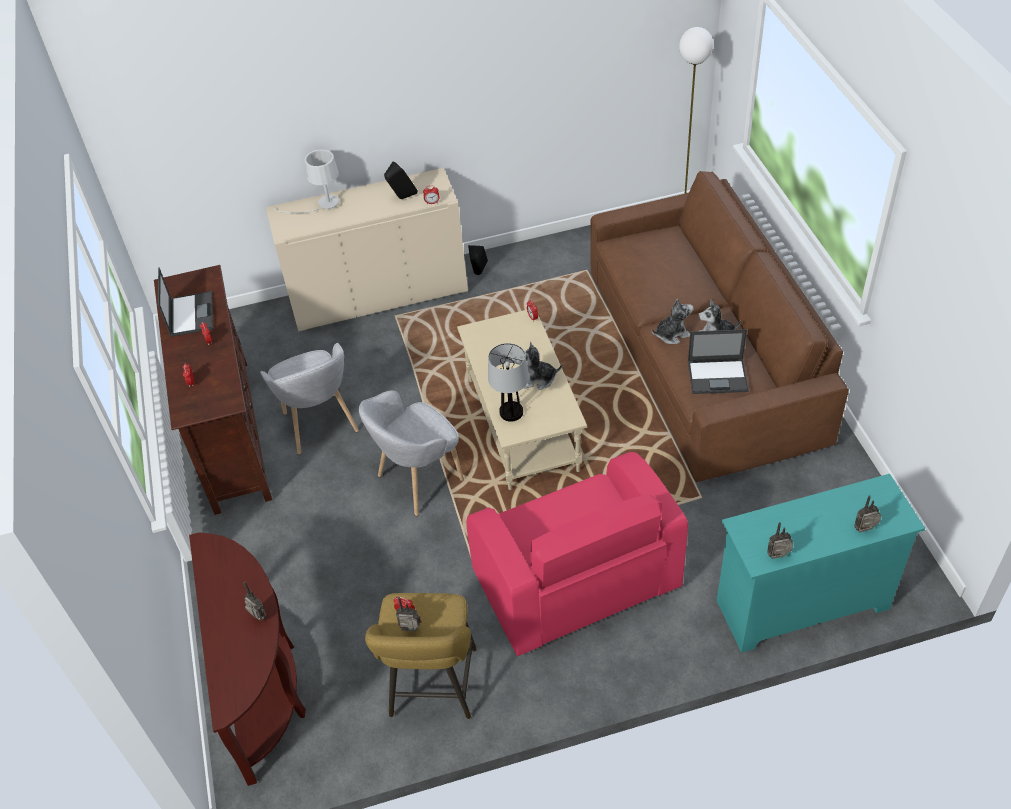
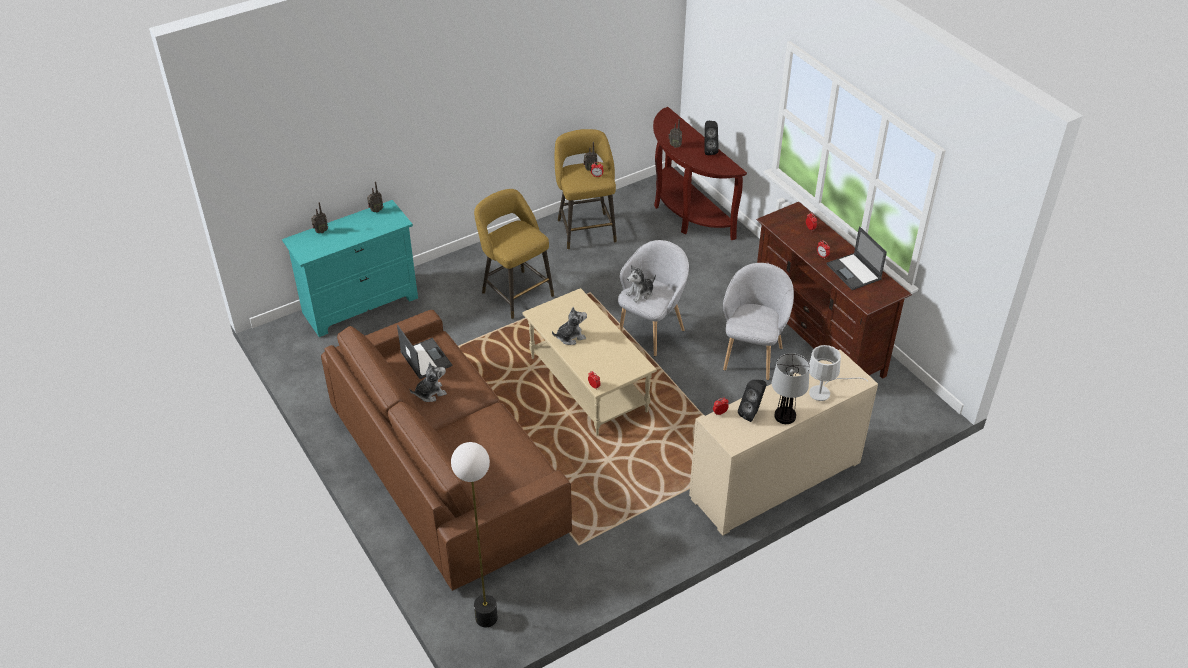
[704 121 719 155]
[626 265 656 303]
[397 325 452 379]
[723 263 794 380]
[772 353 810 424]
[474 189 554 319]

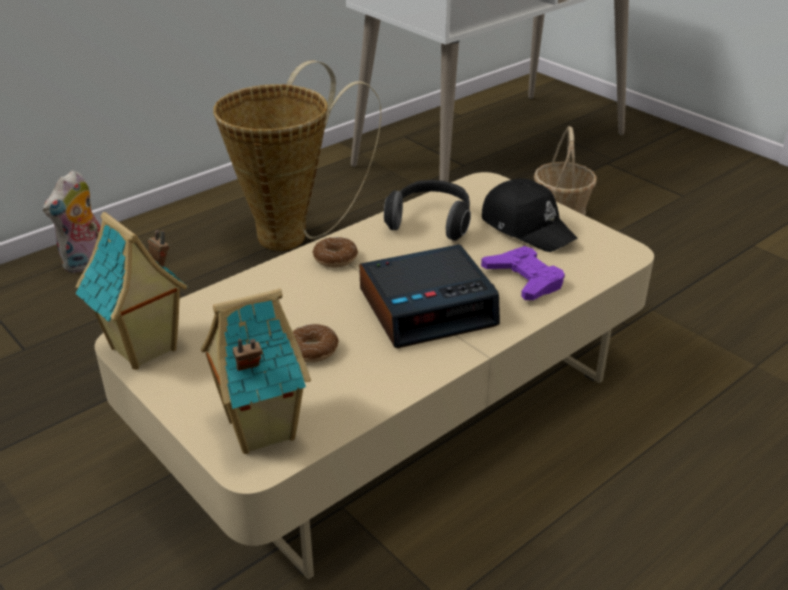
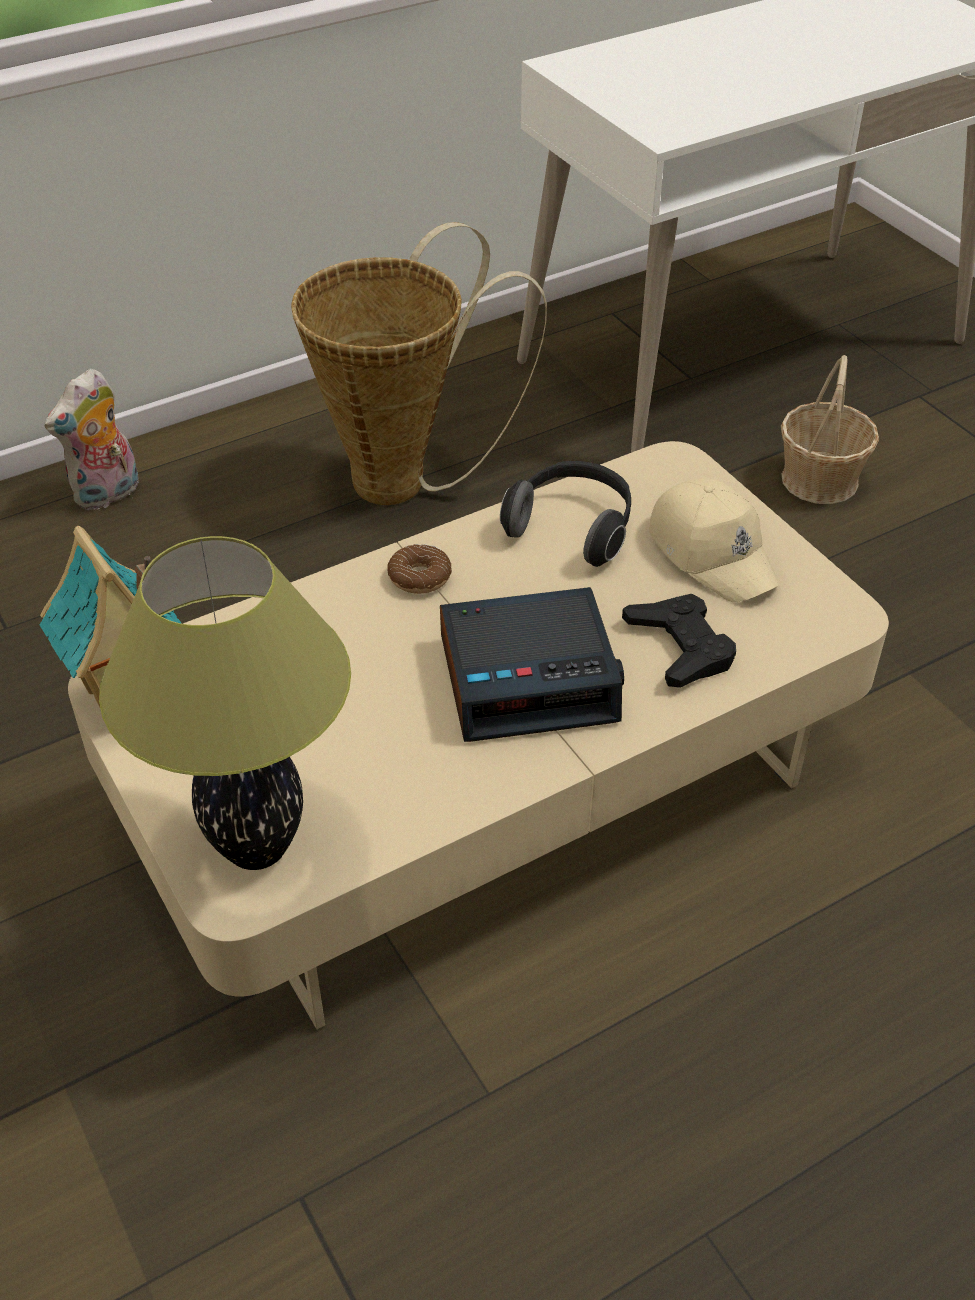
[649 478 779 602]
[622 594 736 688]
[99 536 351 870]
[293 324 339 362] (first image)

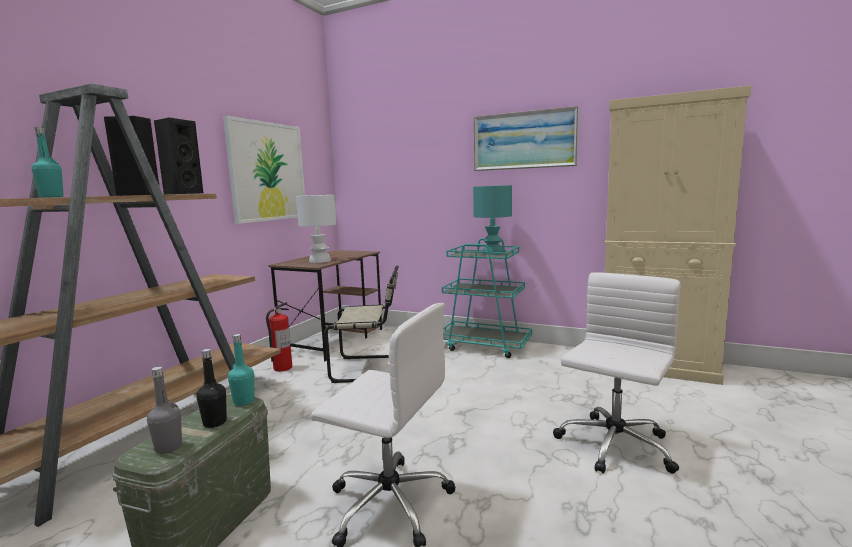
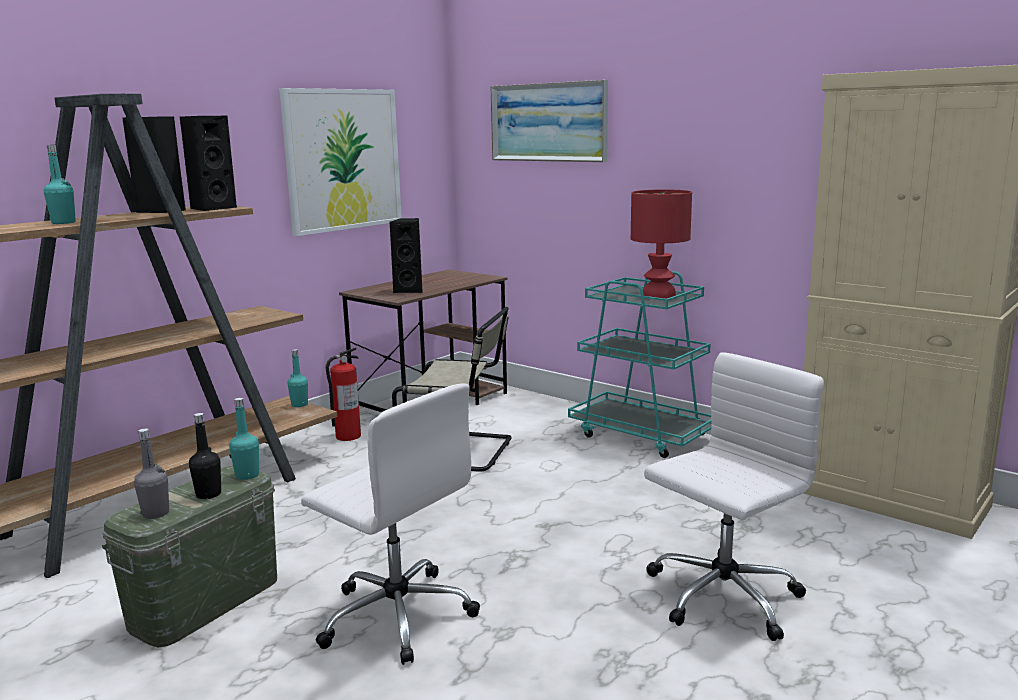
[490 80 608 162]
[631 189 692 299]
[390 218 423 293]
[287 349 308 407]

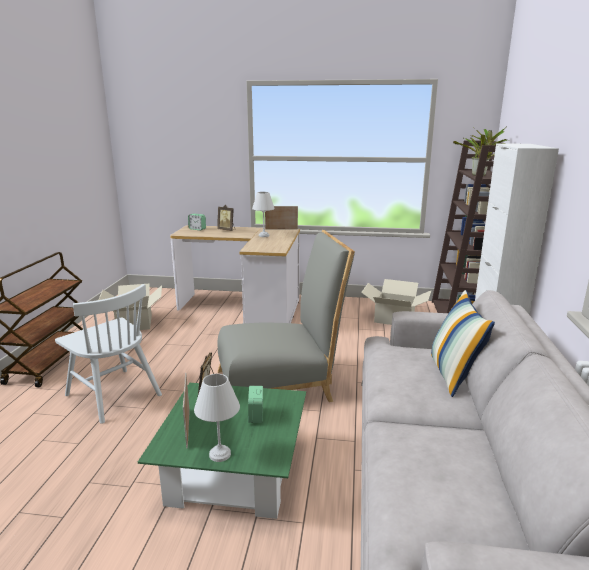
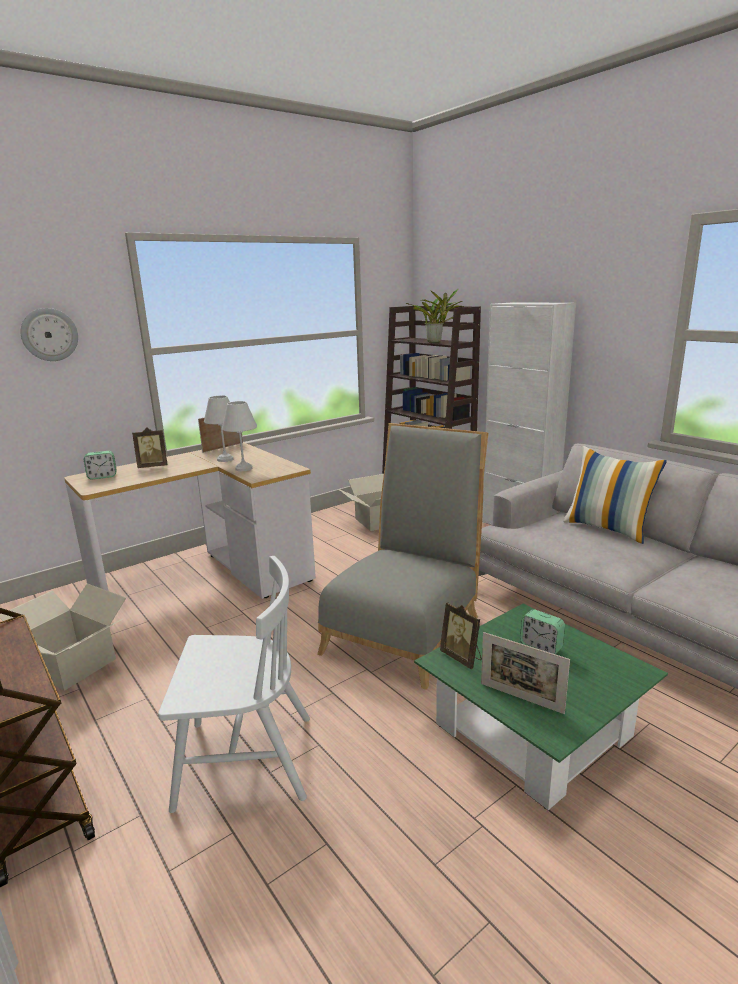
[222 401 257 471]
[20 308 78 361]

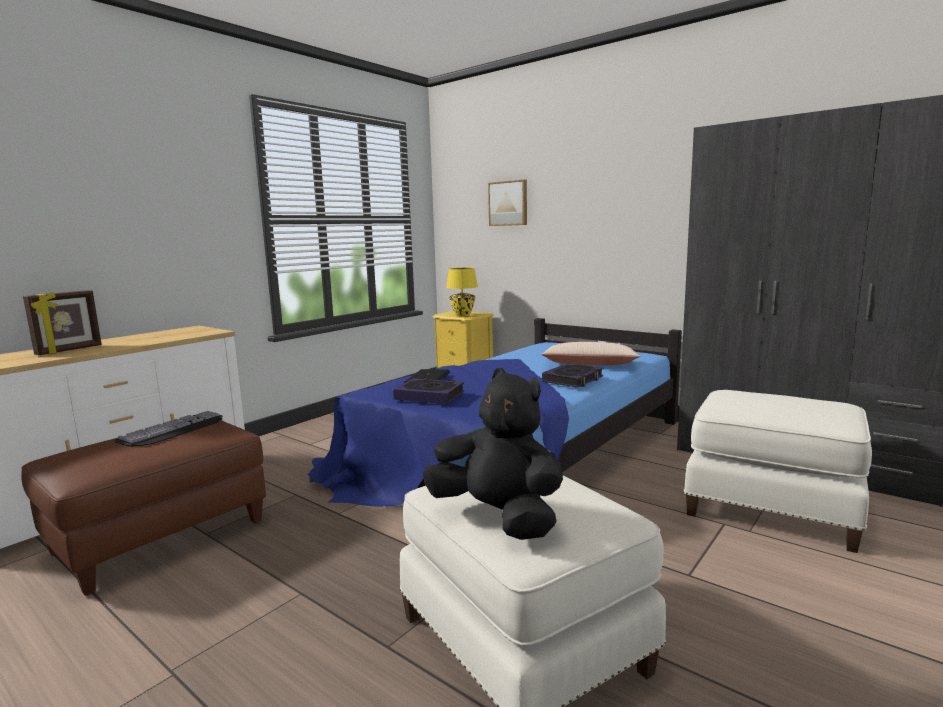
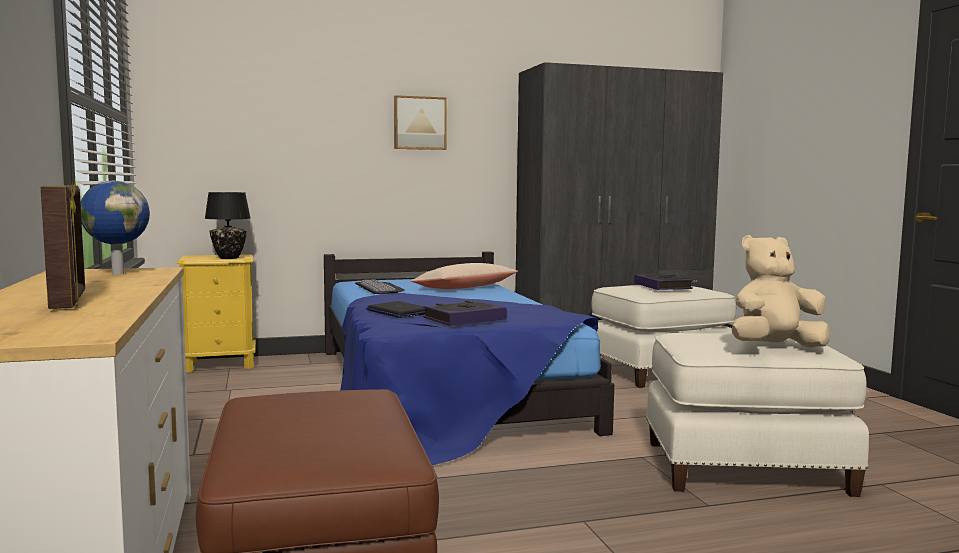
[394 95 447 150]
[205 192 250 259]
[634 274 693 290]
[731 235 830 348]
[355 279 405 294]
[80 181 150 274]

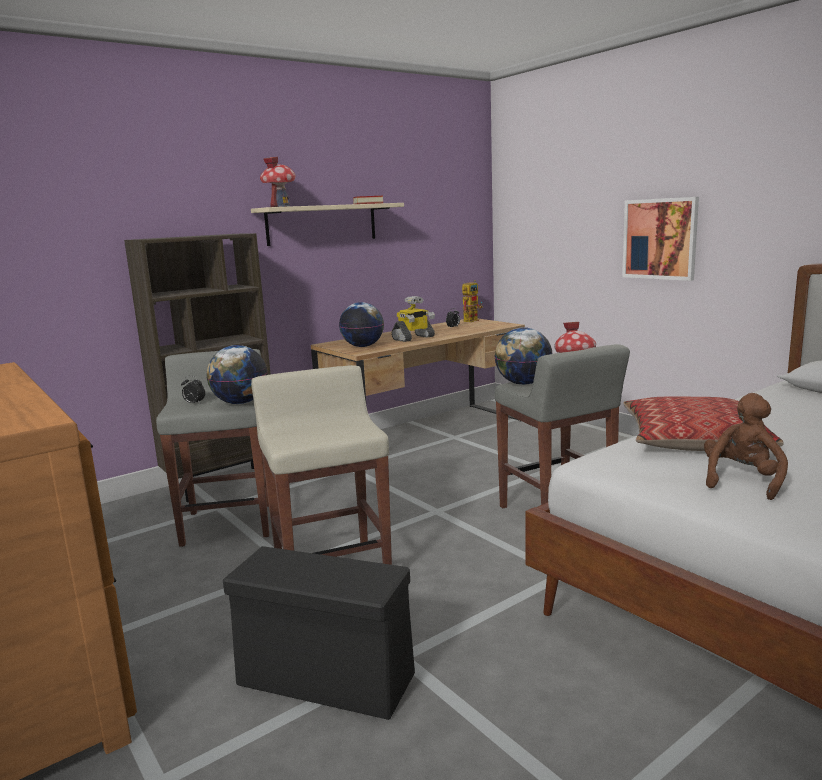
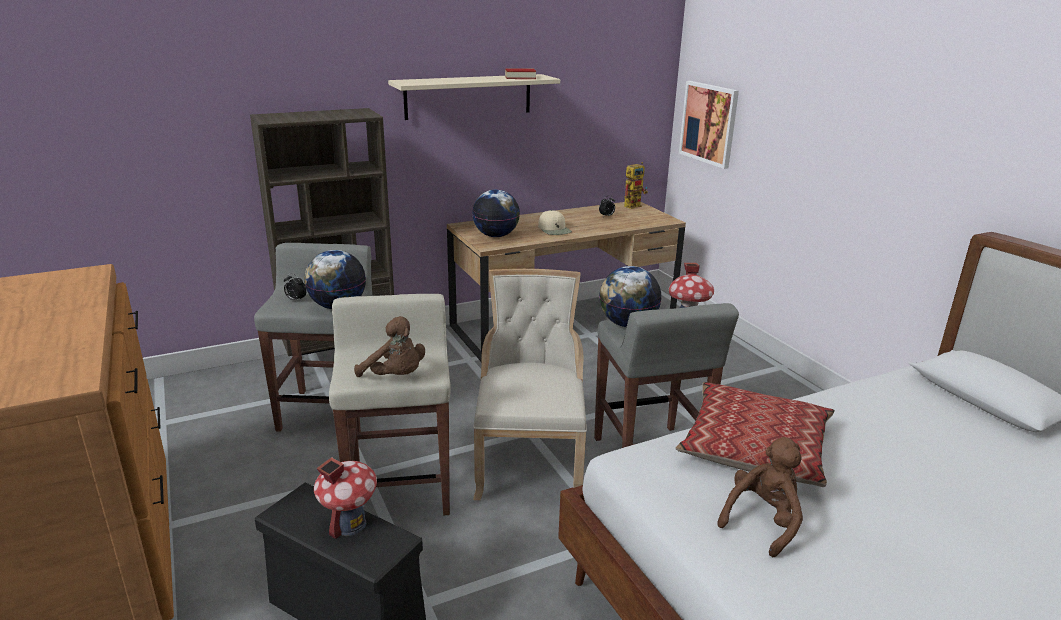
[314 457 377 539]
[679 81 739 169]
[538 210 572 235]
[473 269 587 500]
[354 316 425 377]

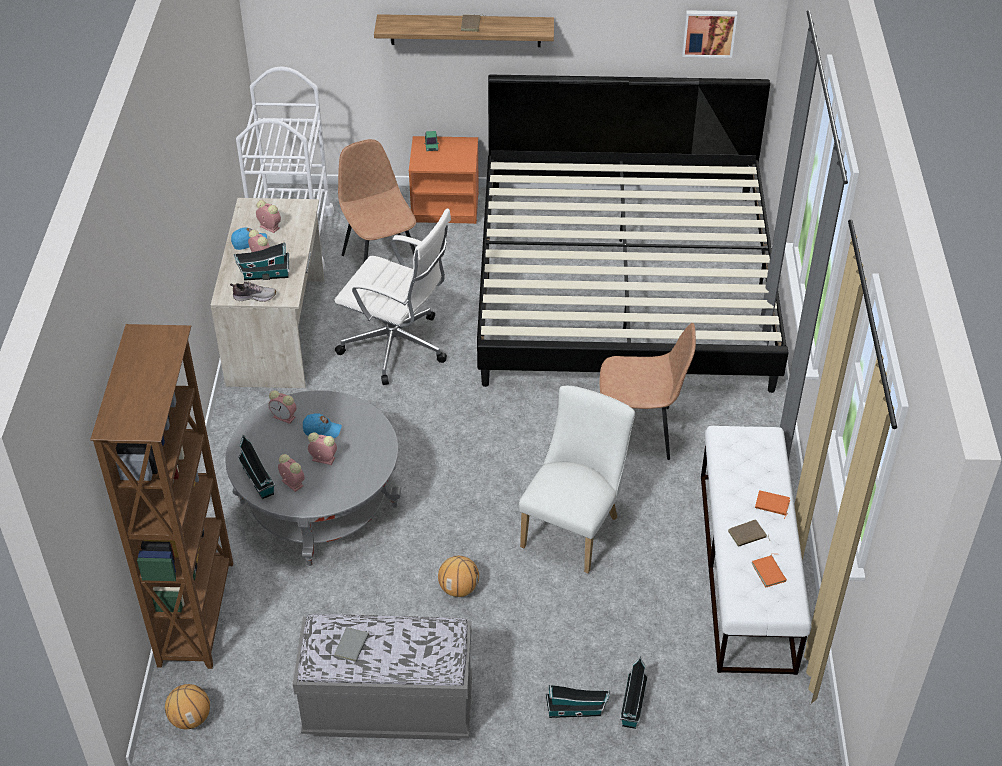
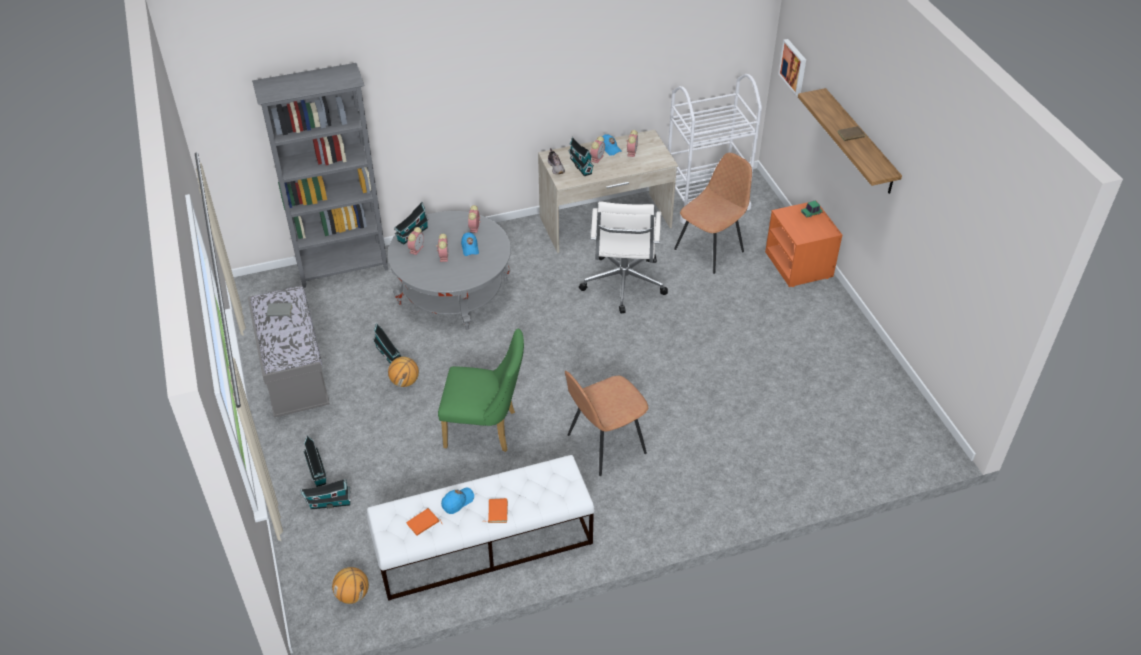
[778 39 806 95]
[477 75 788 393] (first image)
[565 371 648 476]
[252 63 388 288]
[438 329 524 452]
[441 487 474 514]
[332 567 369 604]
[373 323 403 364]

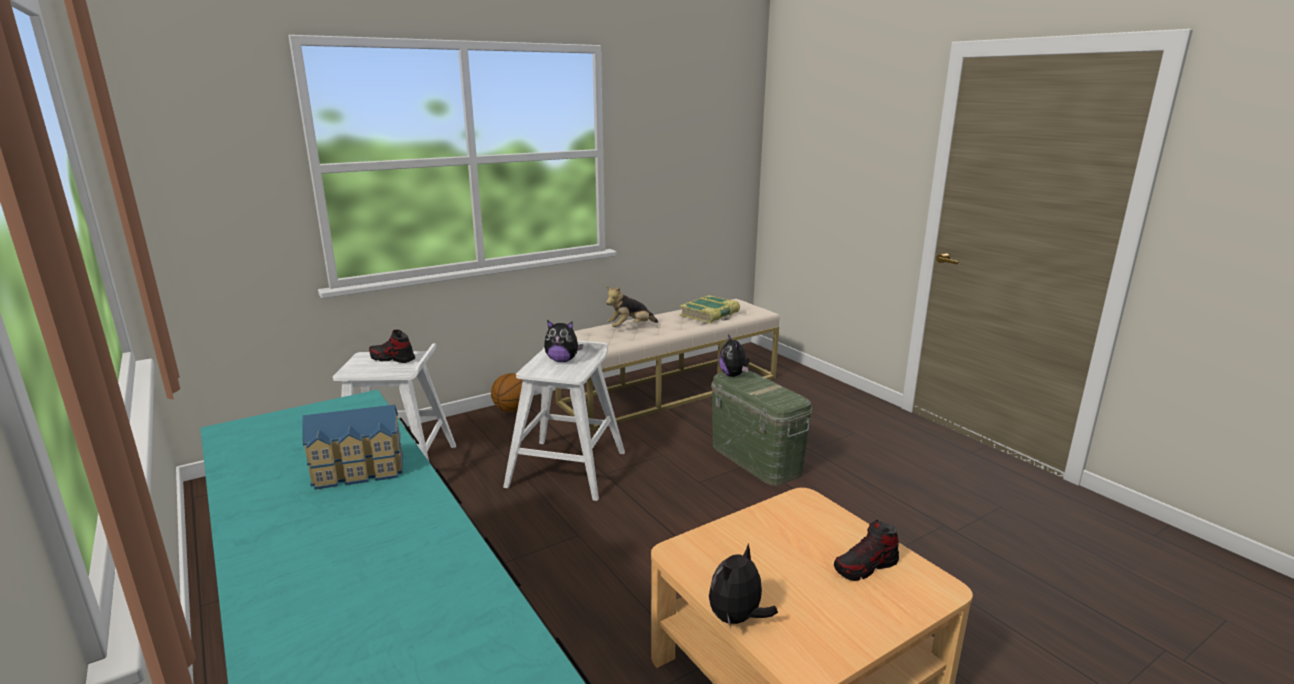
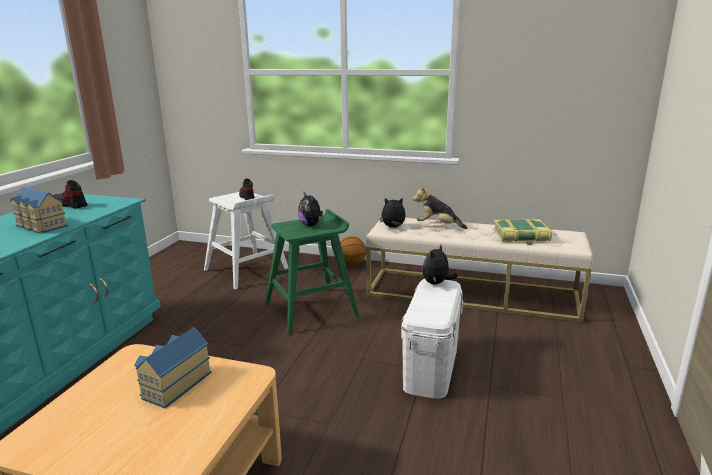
[265 209 359 335]
[401 279 463 399]
[54 180 87 209]
[380 198 406 227]
[134 327 212 408]

